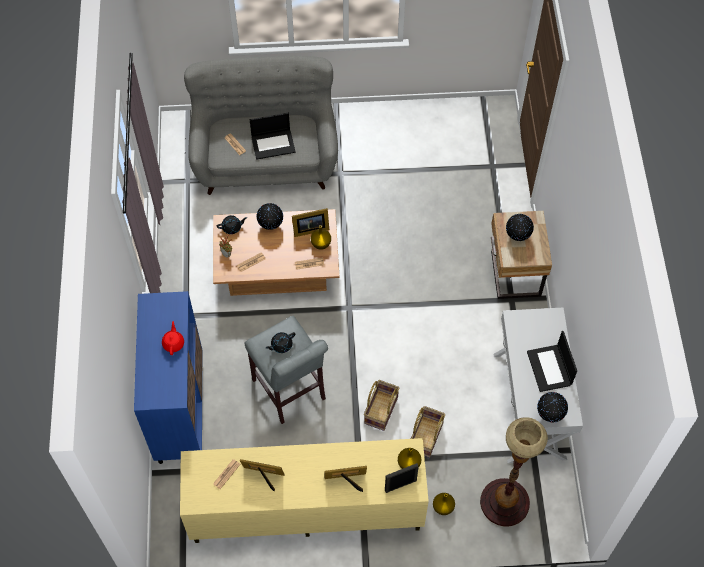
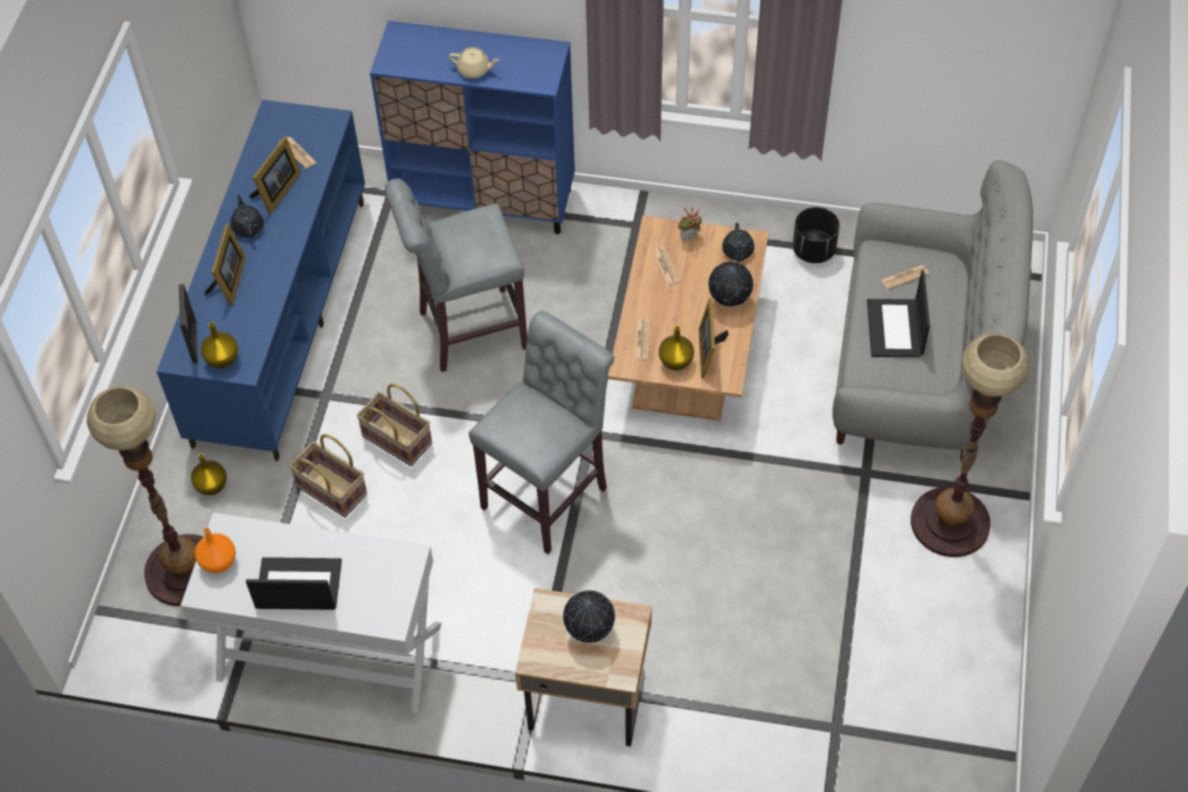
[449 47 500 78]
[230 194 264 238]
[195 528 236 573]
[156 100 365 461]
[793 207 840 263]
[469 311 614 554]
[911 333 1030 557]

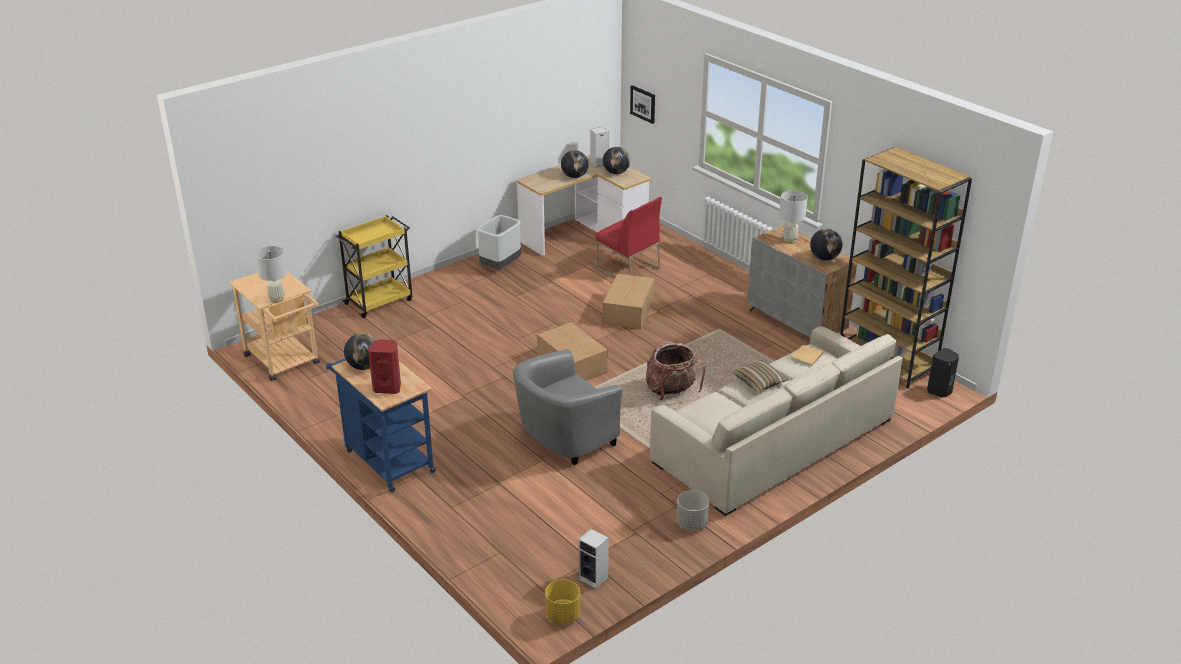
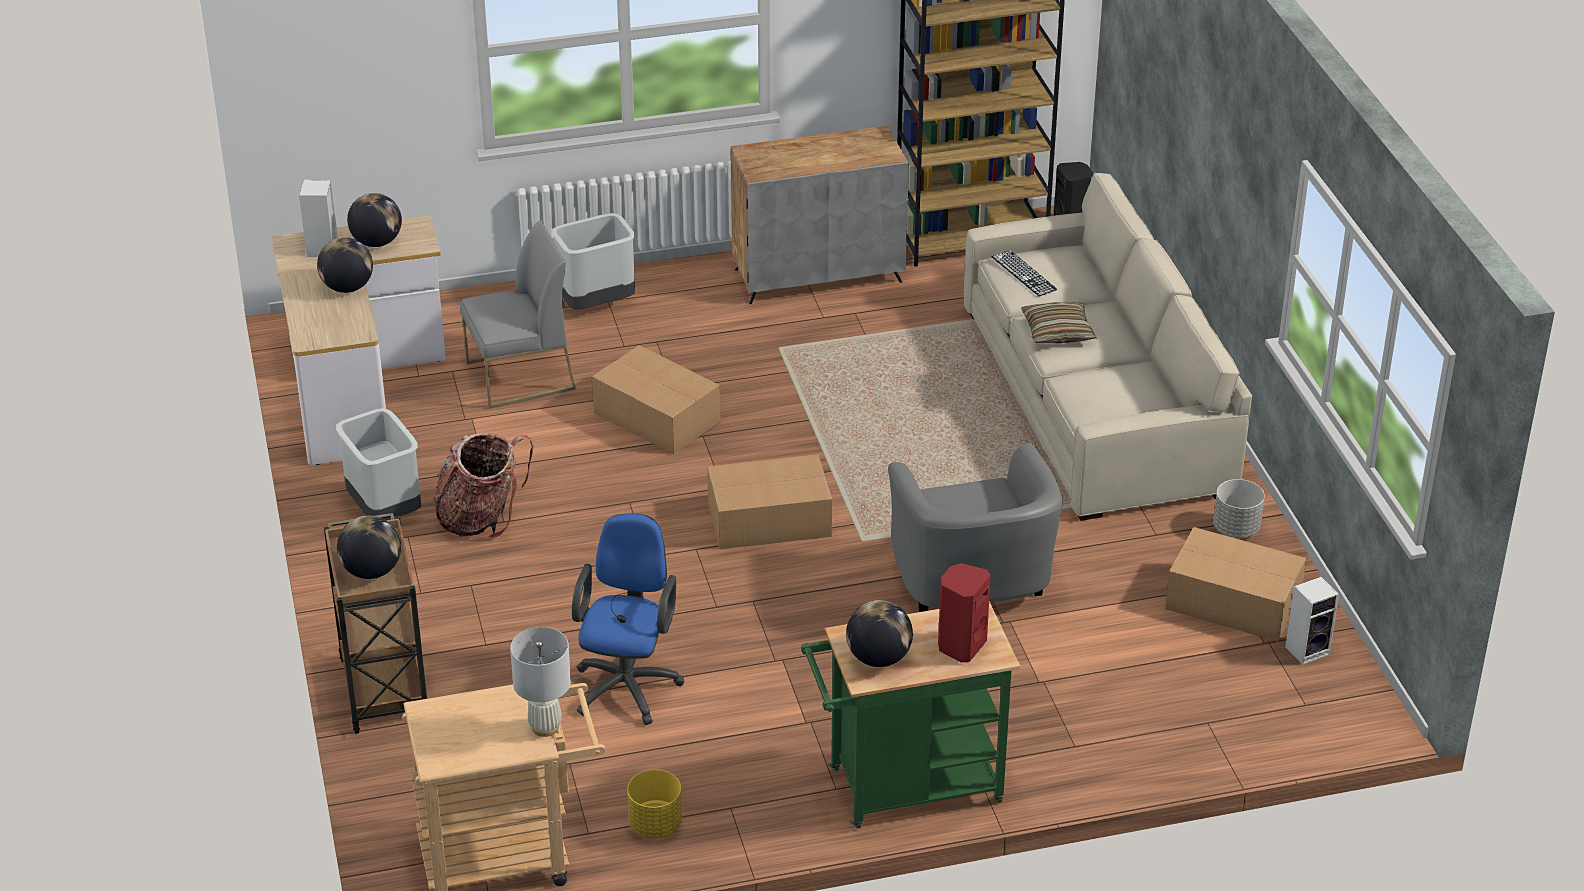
[630 85 655 124] (first image)
[779 191 808 244] (first image)
[460 220 576 409]
[324 513 427 734]
[337 516 401 579]
[433 433 534 538]
[992 250 1057 296]
[801 601 1020 829]
[627 770 682 838]
[551 213 635 309]
[572 513 684 725]
[1165 527 1306 642]

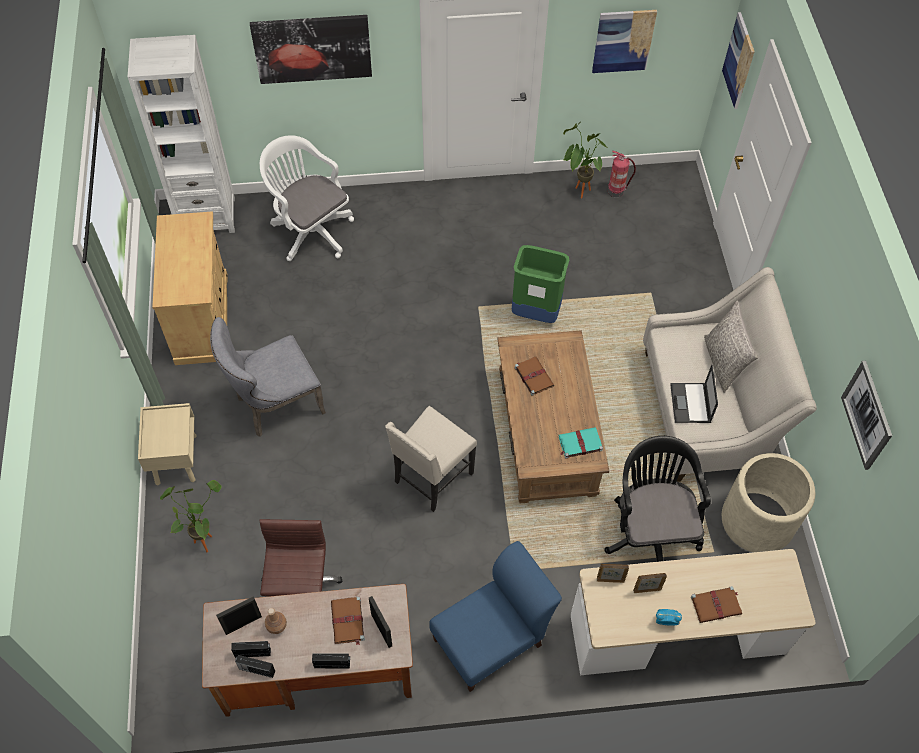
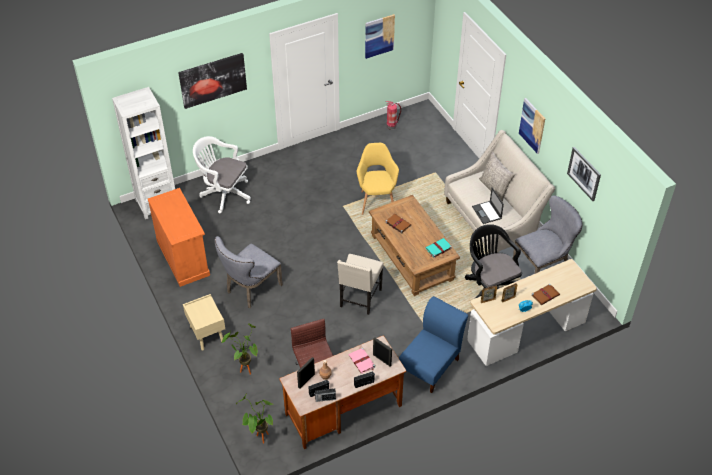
[519 98 545 154]
[236 393 273 444]
[148 188 210 287]
[357 143 399 215]
[512 195 583 274]
[349 348 375 374]

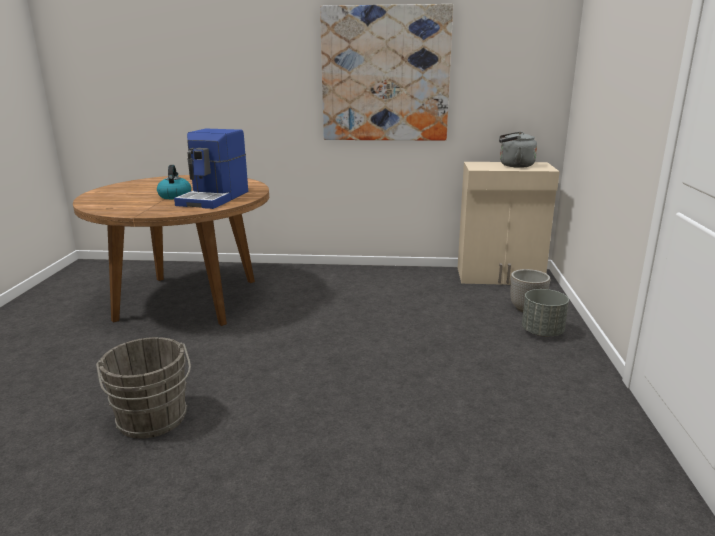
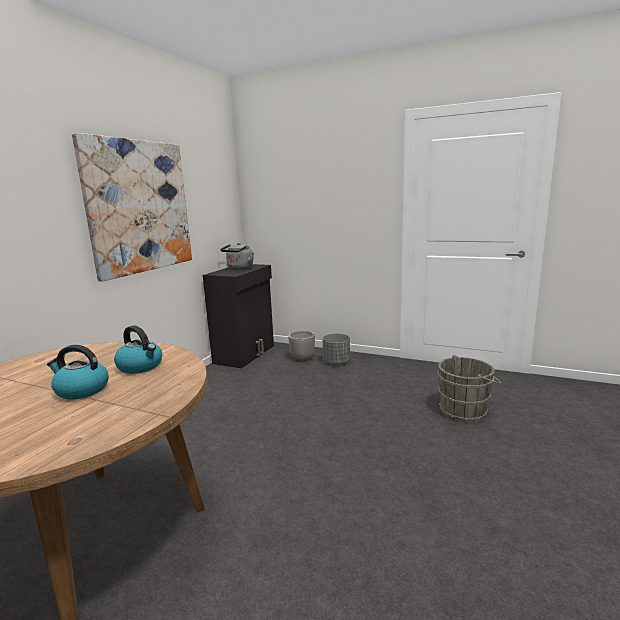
[114 325 162 374]
[203 264 274 369]
[437 355 501 422]

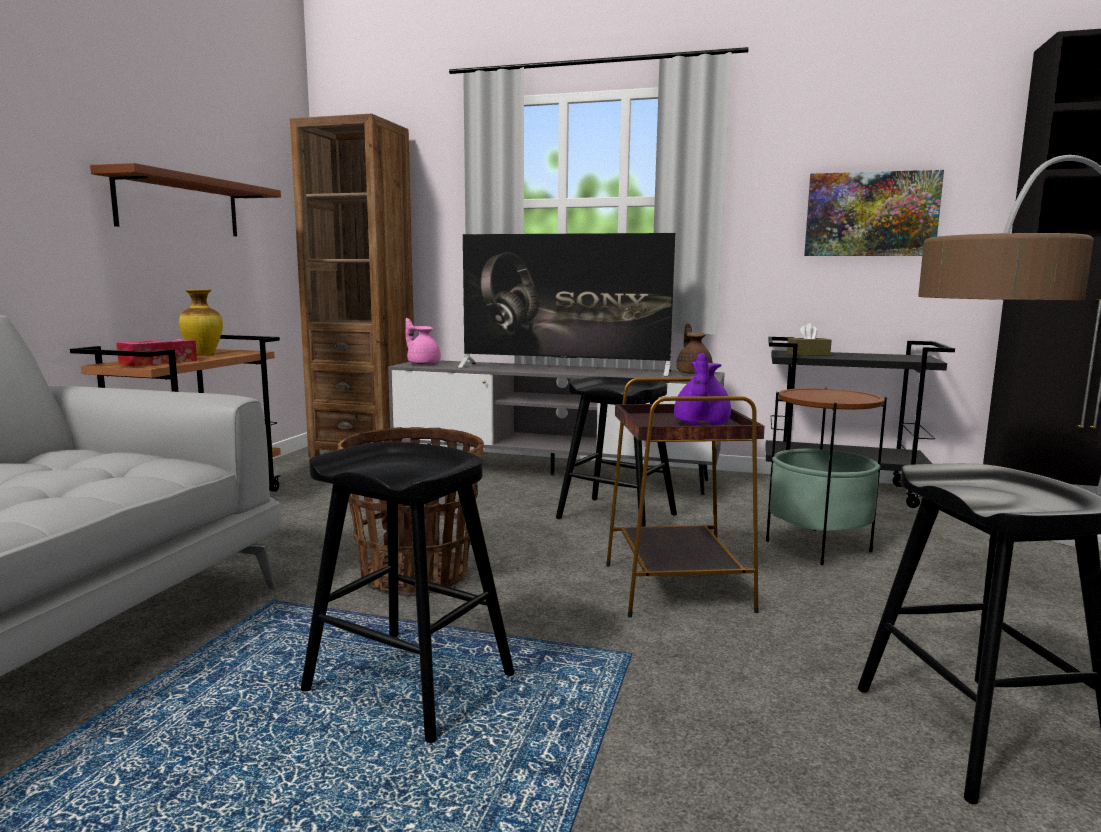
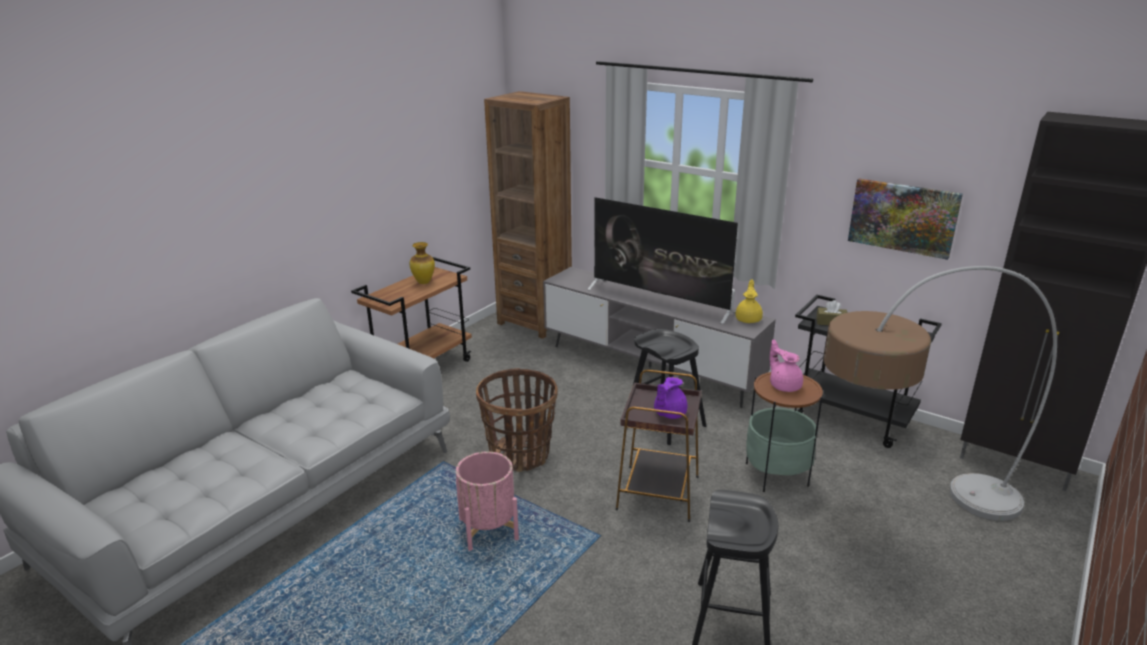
[90 163 281 236] (first image)
[770 339 803 392]
[736 279 763 323]
[116 339 197 367] (first image)
[456 451 519 551]

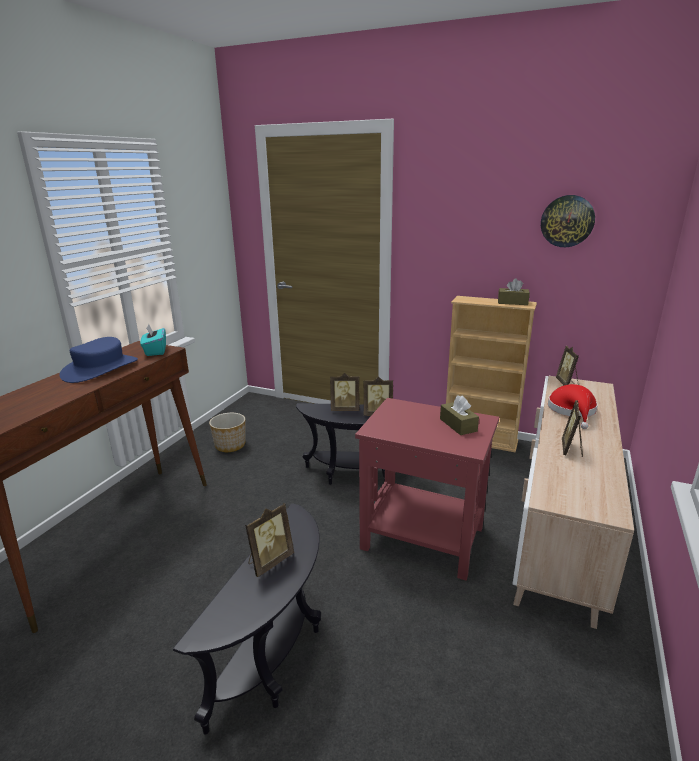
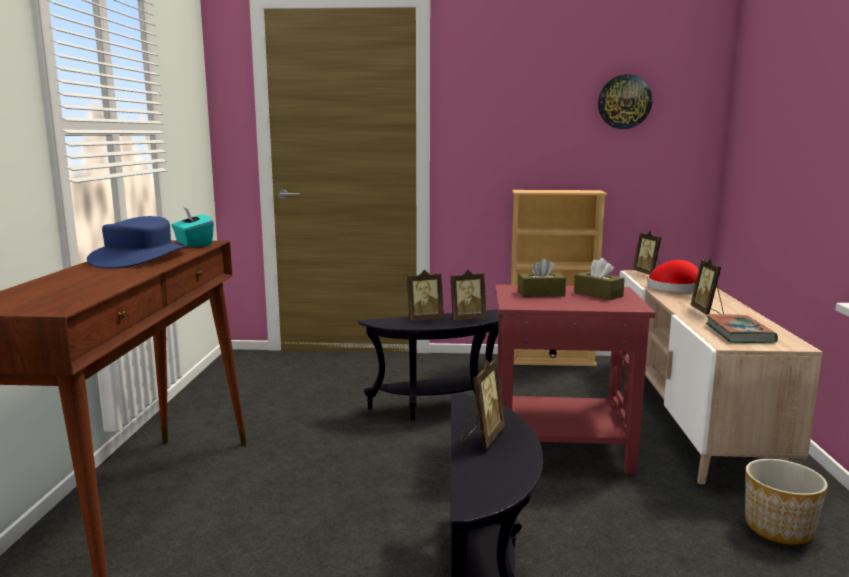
[518 258 566 297]
[745 459 828 545]
[706 314 778 343]

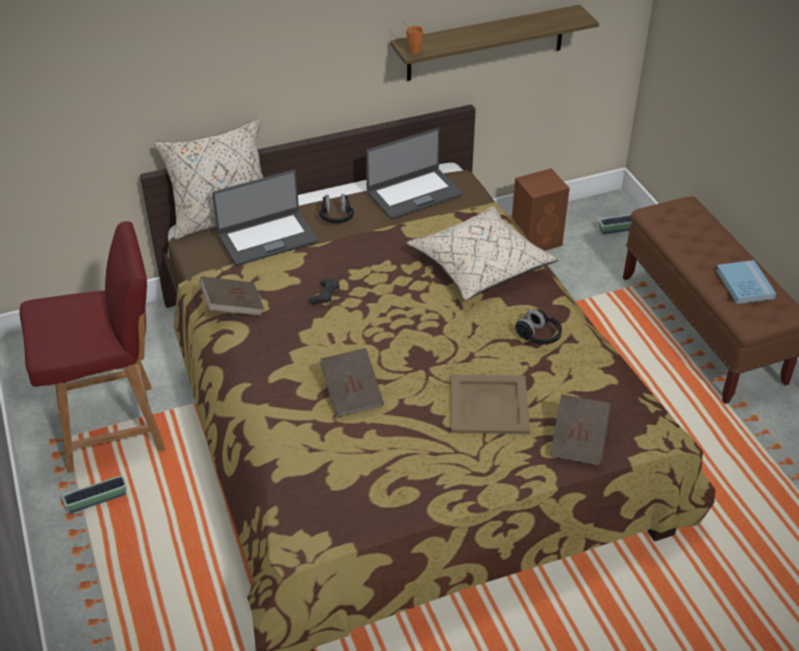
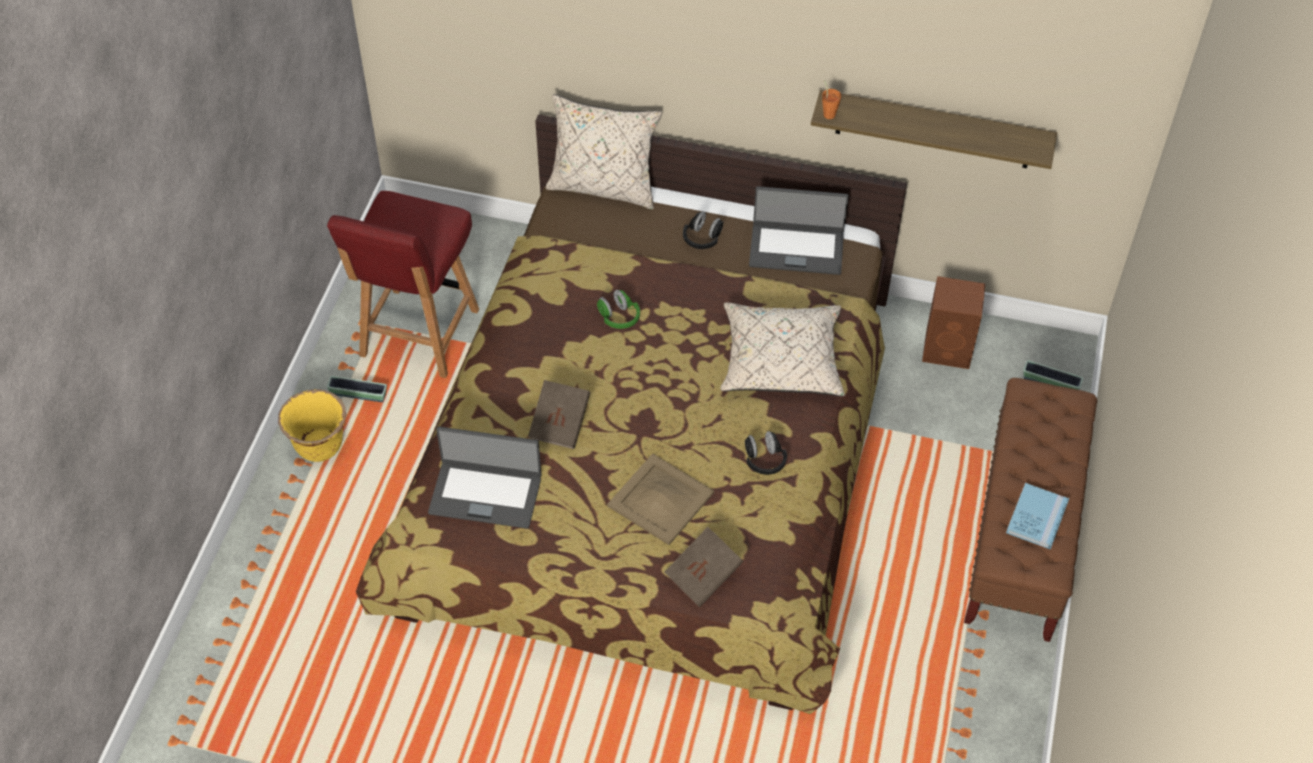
[428 427 542 529]
[327 191 479 378]
[199 276 264 316] (first image)
[597 290 640 329]
[278 389 346 462]

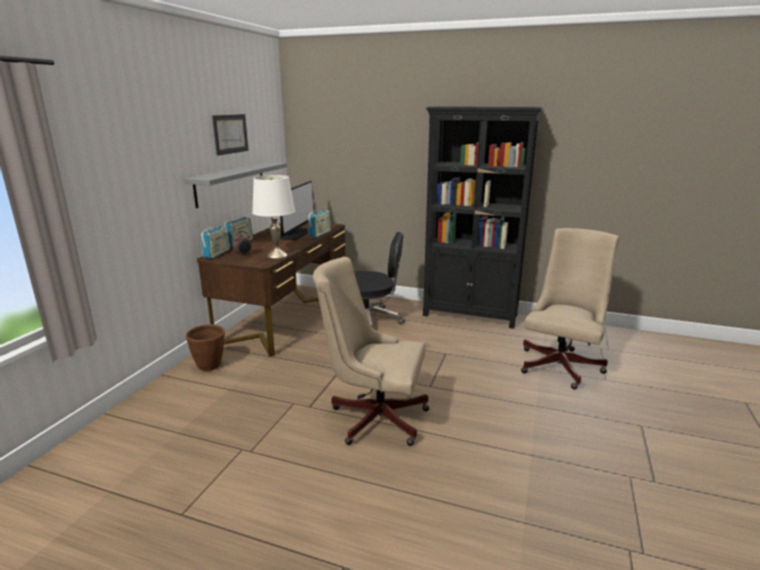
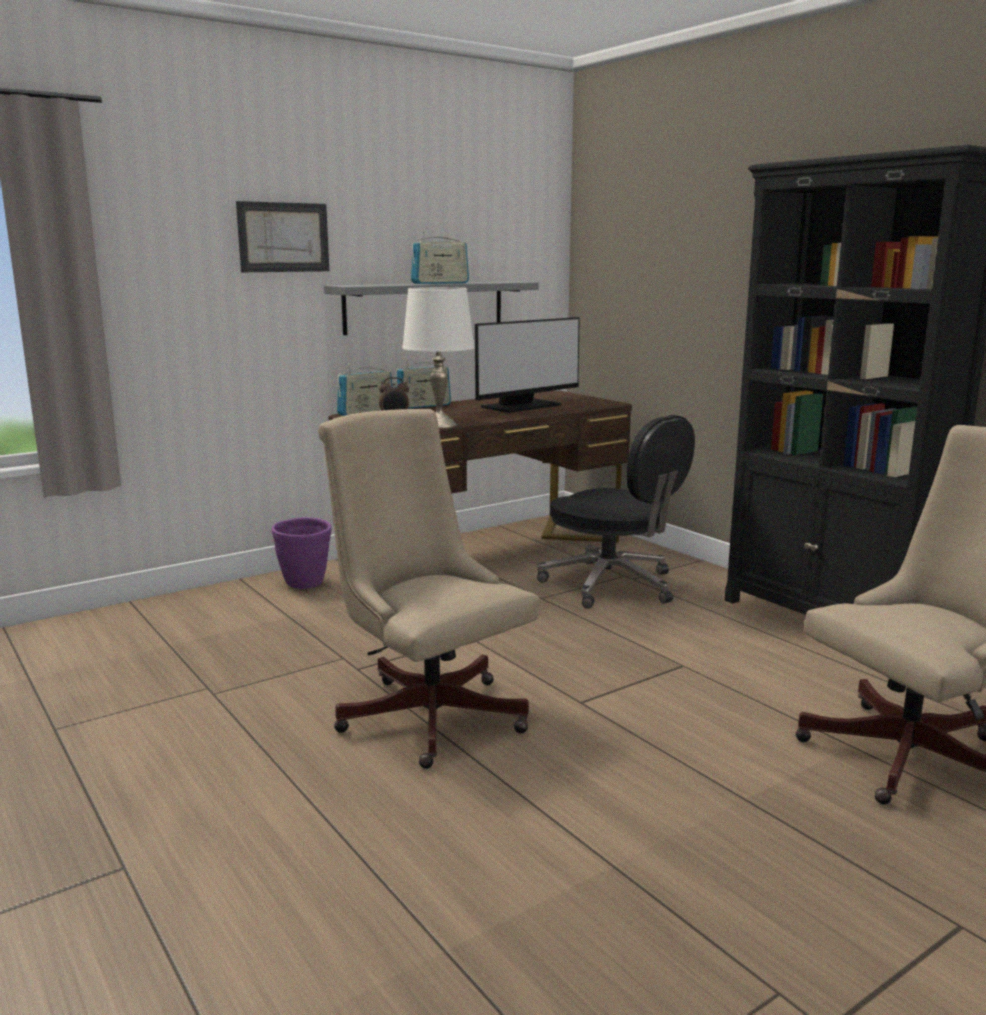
[236 201 329 272]
[411 232 469 284]
[272 517 331 589]

